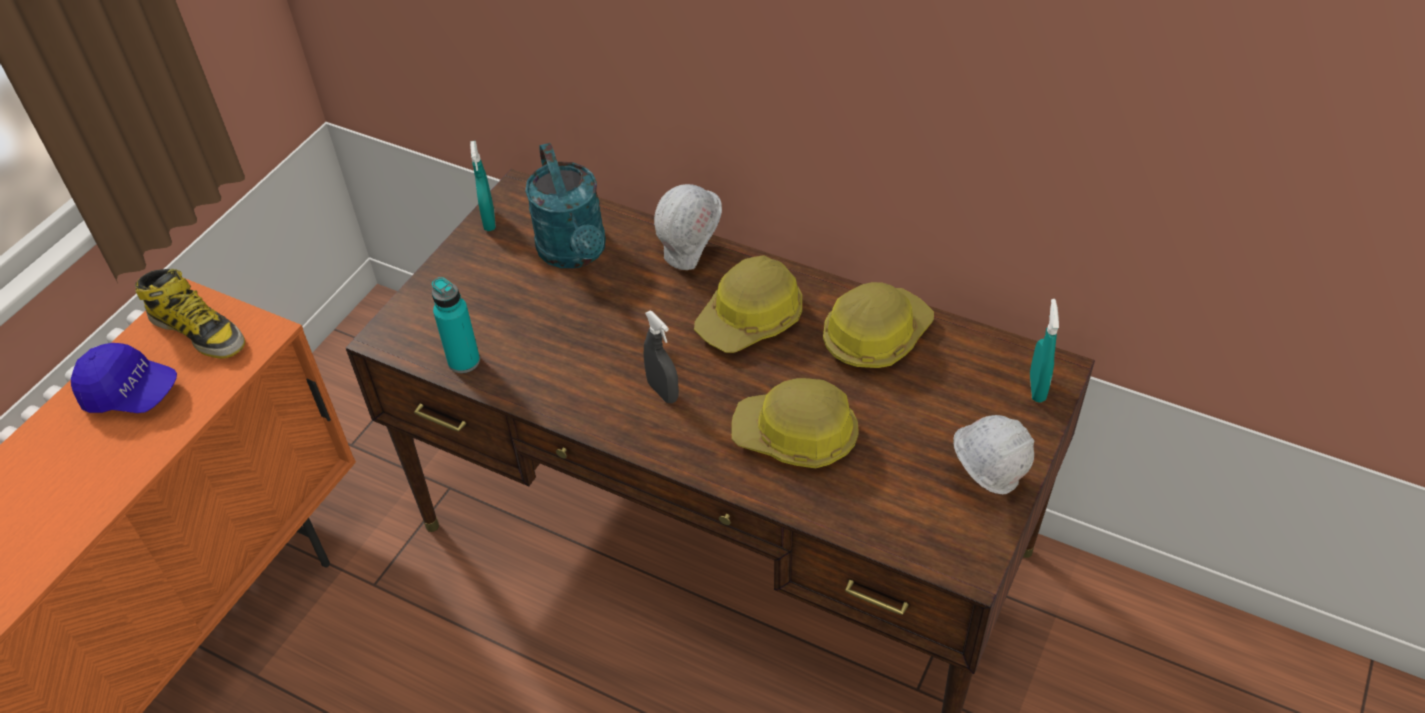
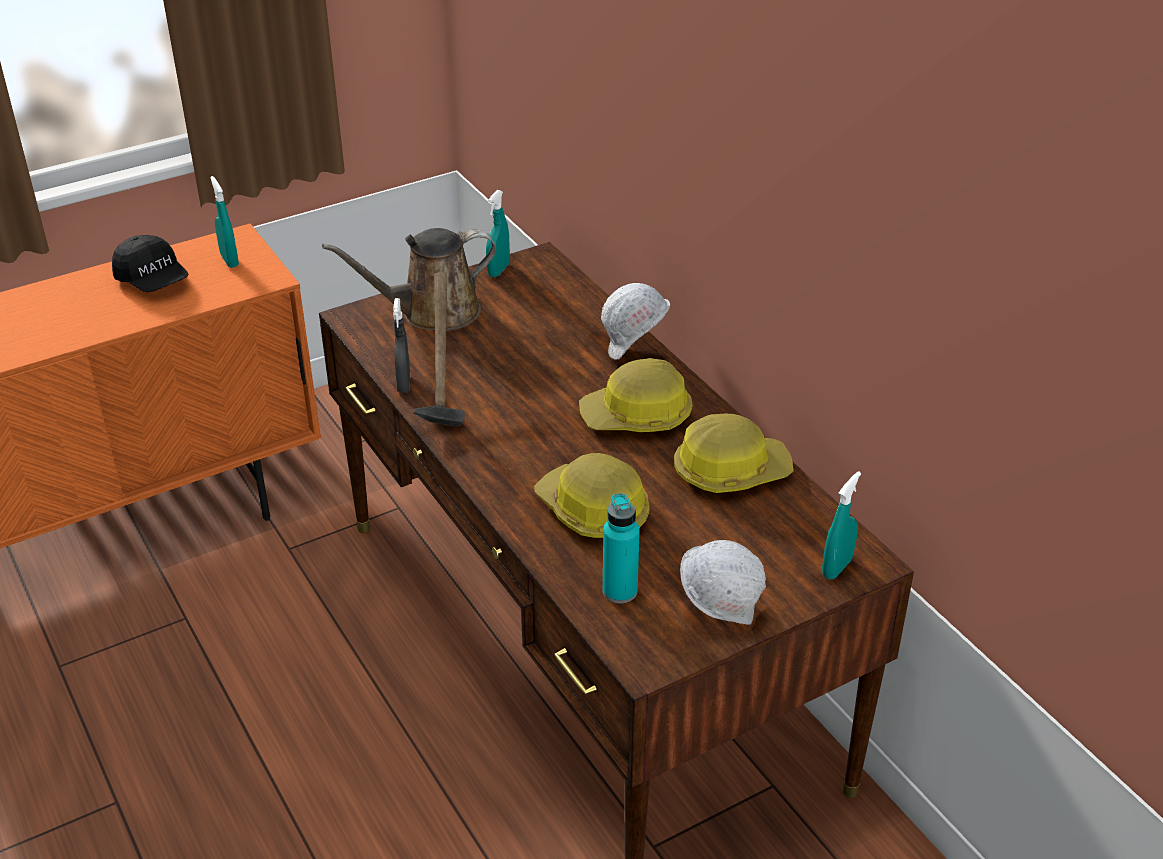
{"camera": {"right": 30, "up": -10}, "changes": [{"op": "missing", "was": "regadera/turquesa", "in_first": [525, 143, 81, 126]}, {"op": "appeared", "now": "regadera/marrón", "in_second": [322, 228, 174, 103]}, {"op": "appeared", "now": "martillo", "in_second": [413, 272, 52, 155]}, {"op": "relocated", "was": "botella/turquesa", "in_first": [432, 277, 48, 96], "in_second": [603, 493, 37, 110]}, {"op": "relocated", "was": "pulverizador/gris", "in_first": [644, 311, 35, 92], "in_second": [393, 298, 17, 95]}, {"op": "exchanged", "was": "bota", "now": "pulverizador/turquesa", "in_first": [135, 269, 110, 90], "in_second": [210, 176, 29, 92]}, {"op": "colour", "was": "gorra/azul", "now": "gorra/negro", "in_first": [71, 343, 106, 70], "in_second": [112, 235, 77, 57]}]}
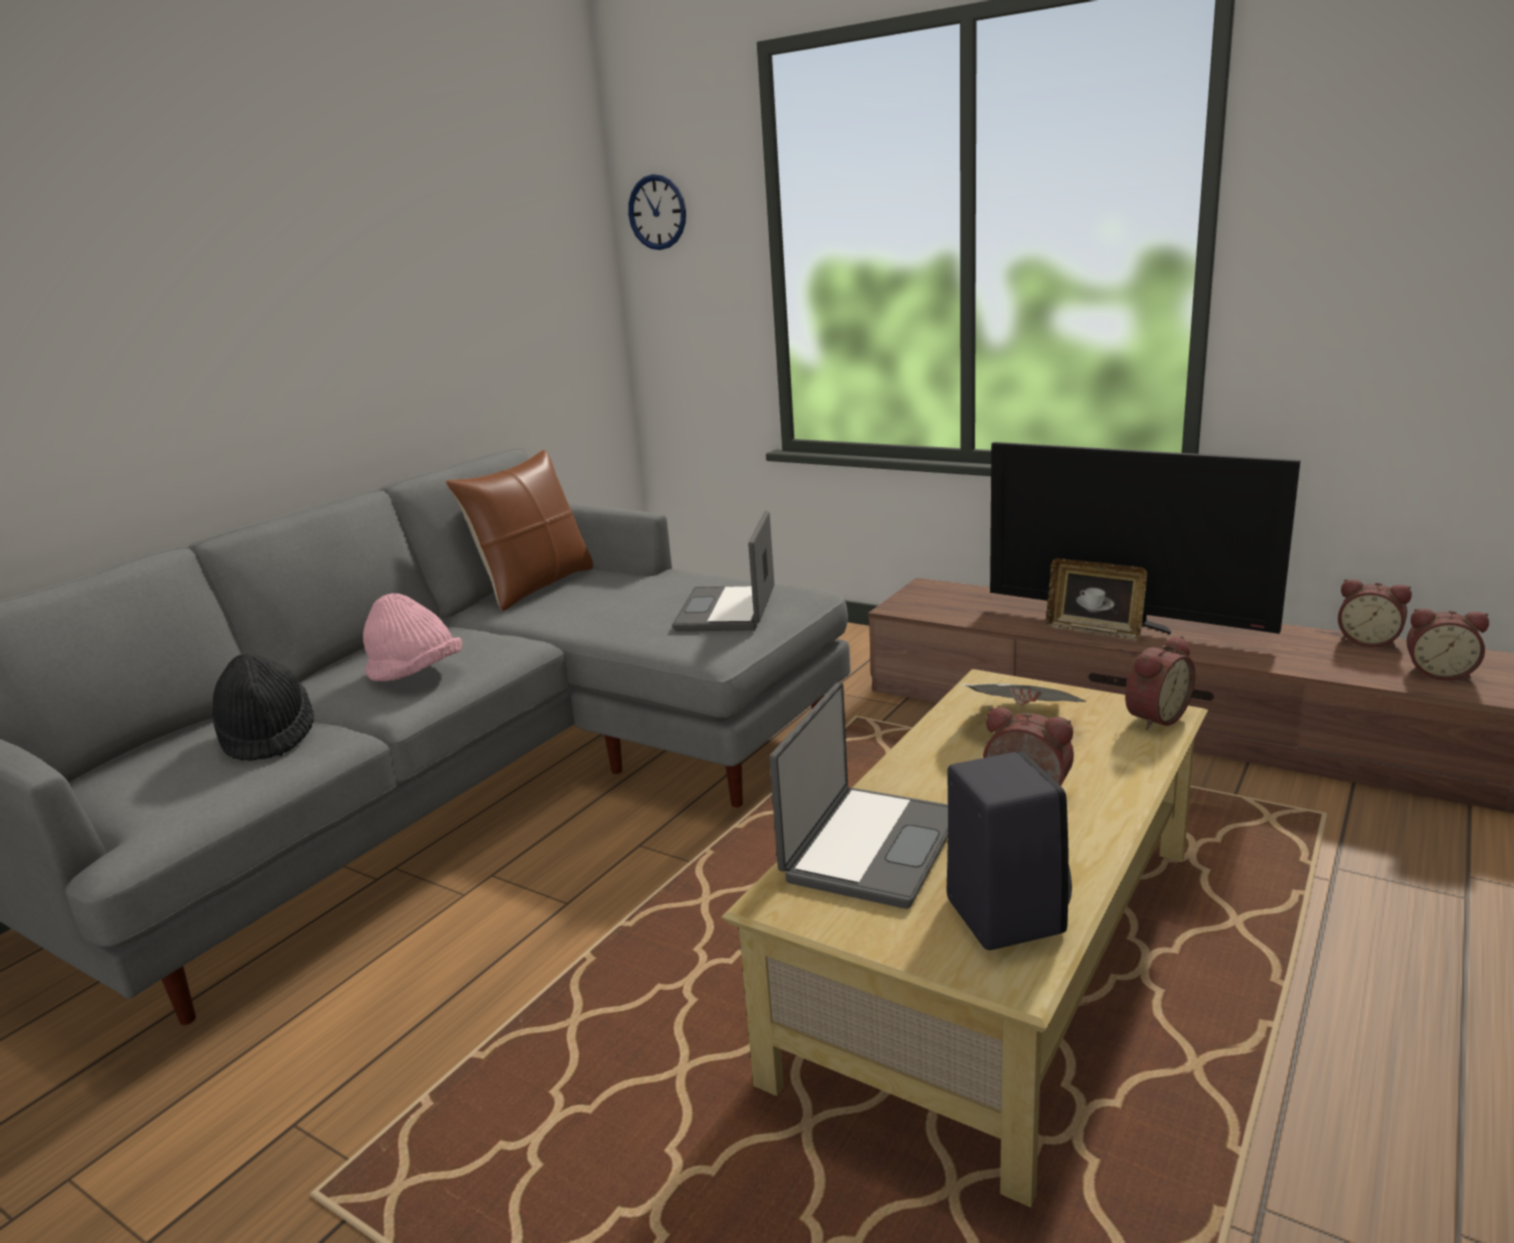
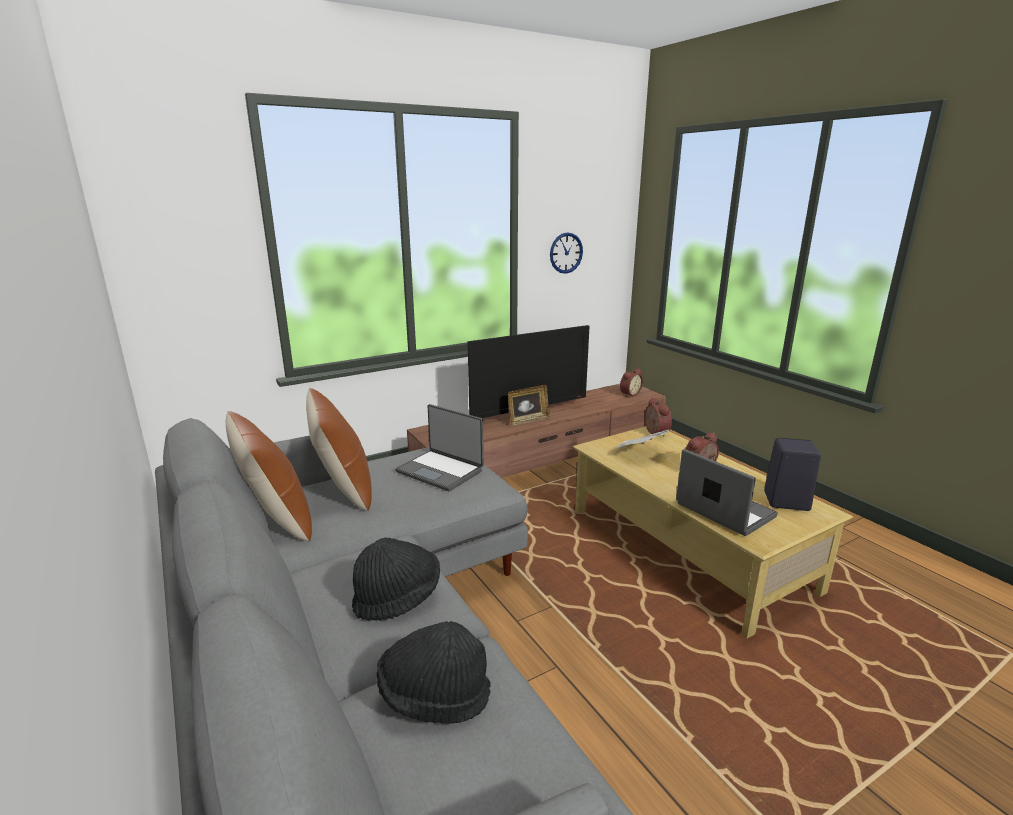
{"camera": {"right": -65, "up": 0}, "changes": [{"op": "missing", "was": "despertador", "in_first": [1338, 579, 74, 69]}, {"op": "appeared", "now": "cojín/marrón", "in_second": [306, 388, 66, 123]}, {"op": "relocated", "was": "reloj de pared", "in_first": [628, 174, 58, 76], "in_second": [550, 232, 33, 42]}, {"op": "colour", "was": "sombrero/rosa", "now": "sombrero/negro", "in_first": [363, 593, 99, 89], "in_second": [352, 538, 88, 82]}]}
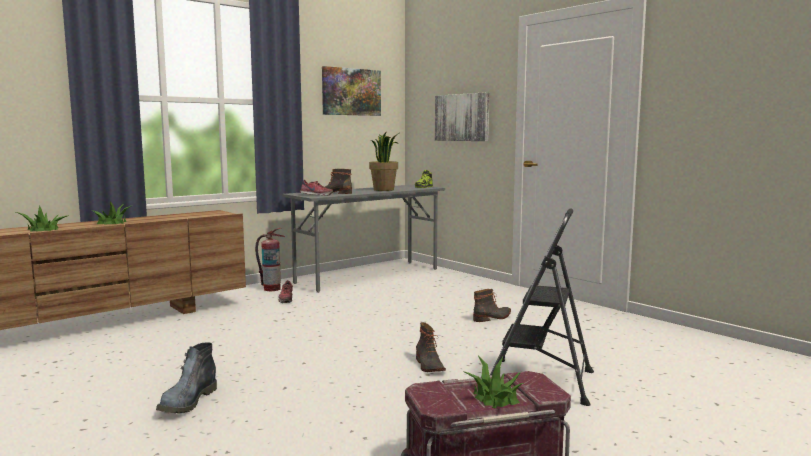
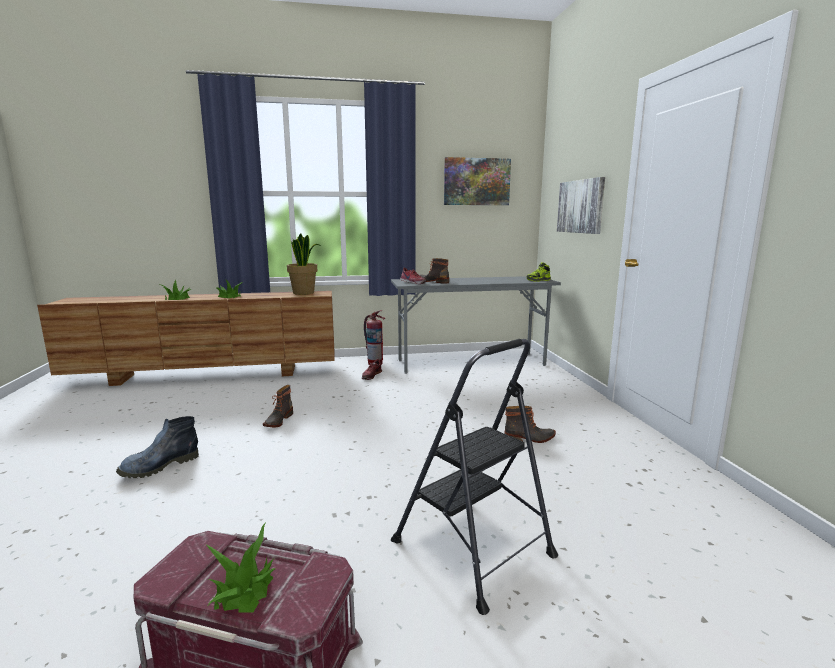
{"camera": {"right": 30, "up": 5}, "changes": [{"op": "relocated", "was": "planta en maceta", "in_first": [369, 131, 30, 60], "in_second": [287, 233, 34, 62]}, {"op": "relocated", "was": "bota", "in_first": [416, 322, 30, 50], "in_second": [263, 385, 30, 42]}]}
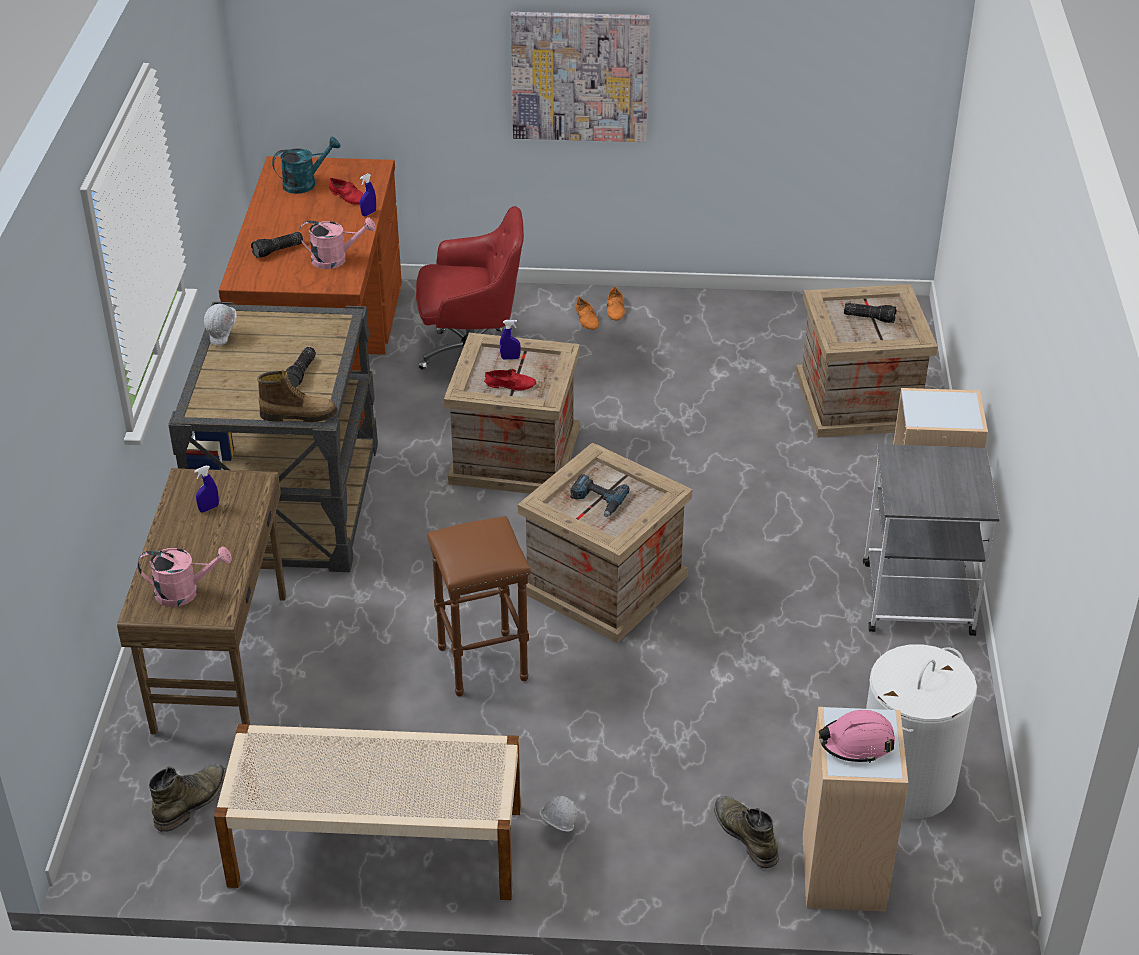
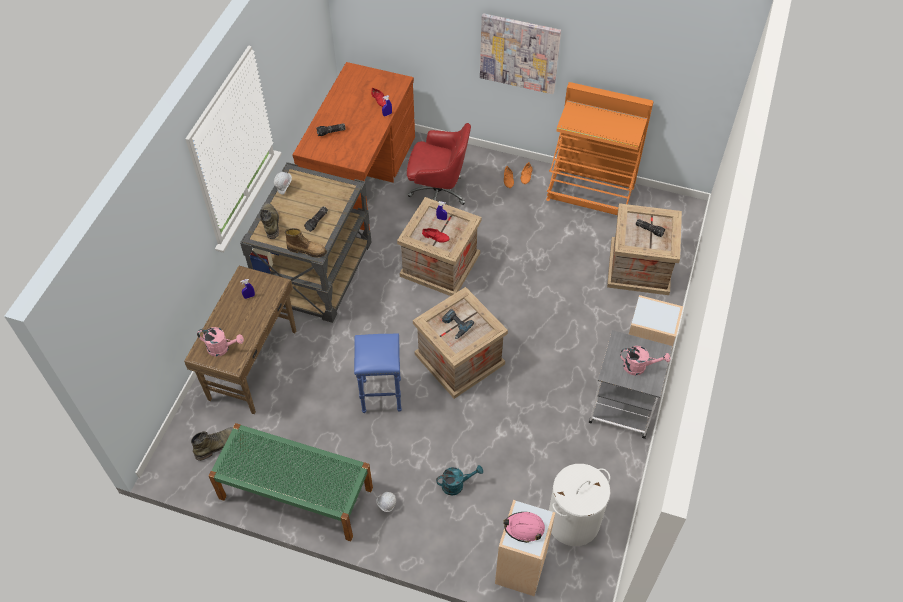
{"camera": {"right": 15, "up": 15}, "changes": [{"op": "appeared", "now": "zapatero/naranja", "in_second": [546, 82, 108, 133]}, {"op": "relocated", "was": "regadera/turquesa", "in_first": [272, 137, 69, 57], "in_second": [436, 465, 47, 31]}, {"op": "relocated", "was": "regadera/rosa", "in_first": [299, 217, 77, 52], "in_second": [620, 346, 50, 30]}, {"op": "relocated", "was": "bota/verde", "in_first": [714, 796, 65, 72], "in_second": [260, 203, 19, 36]}, {"op": "colour", "was": "banco/beis", "now": "banco/verde", "in_first": [214, 724, 307, 177], "in_second": [208, 423, 165, 119]}, {"op": "colour", "was": "taburete/marrón", "now": "taburete/azul", "in_first": [427, 516, 103, 180], "in_second": [354, 333, 48, 80]}]}
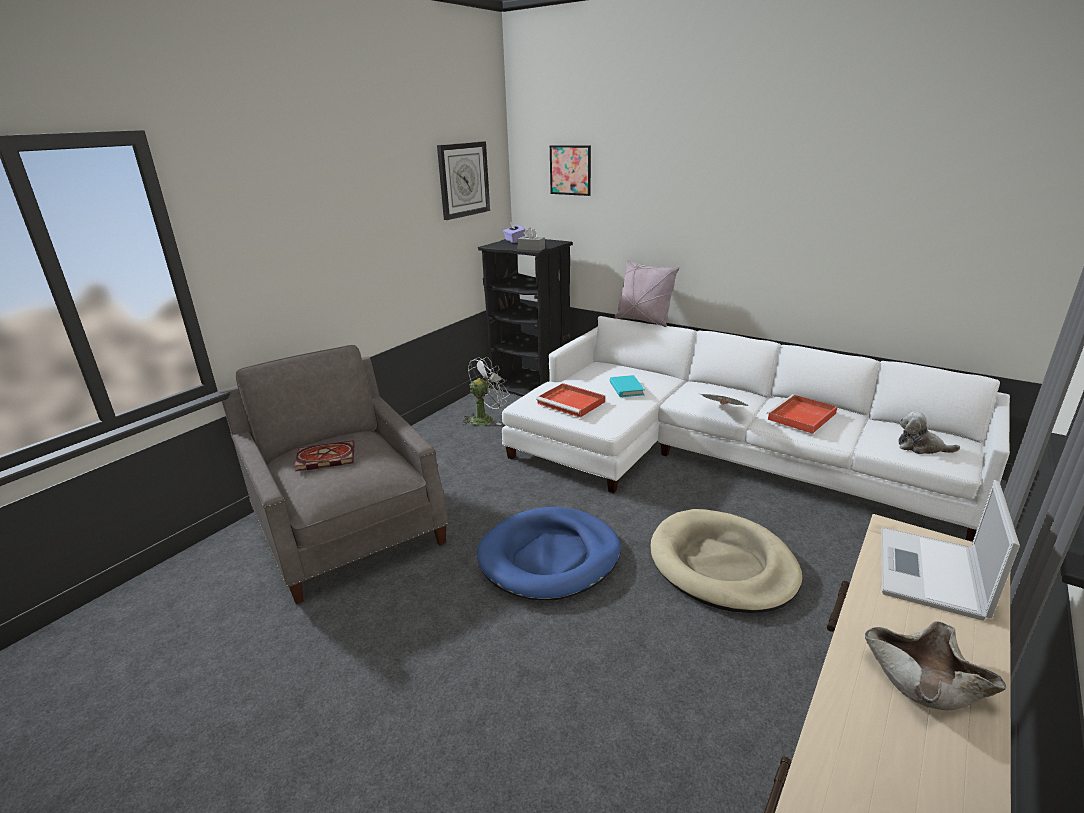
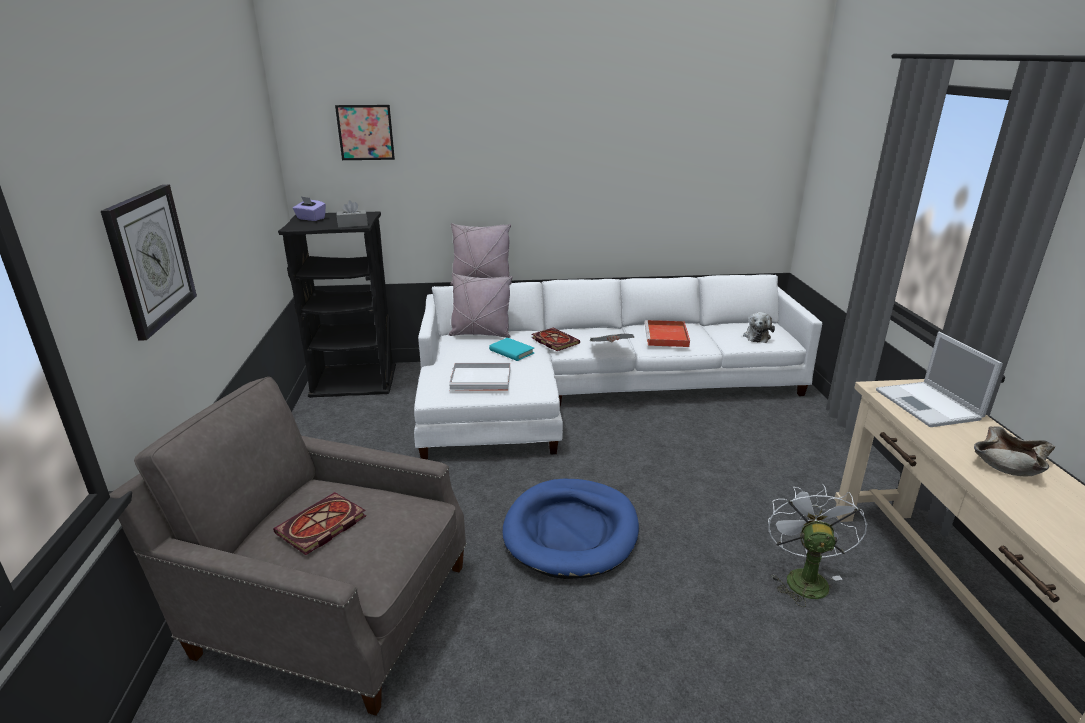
{"camera": {"right": -40, "up": 0}, "changes": [{"op": "missing", "was": "cama para perro/beis", "in_first": [651, 509, 151, 104]}, {"op": "appeared", "now": "cojín/morado", "in_second": [449, 273, 63, 65]}, {"op": "appeared", "now": "libro", "in_second": [532, 327, 48, 24]}, {"op": "relocated", "was": "reloj de pared", "in_first": [437, 141, 53, 79], "in_second": [101, 185, 96, 156]}, {"op": "relocated", "was": "ventilador/blanco", "in_first": [461, 357, 49, 69], "in_second": [768, 484, 99, 123]}, {"op": "colour", "was": "bandeja/rojo", "now": "bandeja/blanco", "in_first": [536, 383, 69, 35], "in_second": [449, 363, 61, 27]}, {"op": "spun", "was": "peluche", "in_first": [898, 411, 62, 43], "in_second": [743, 312, 32, 31], "clockwise": -60}]}
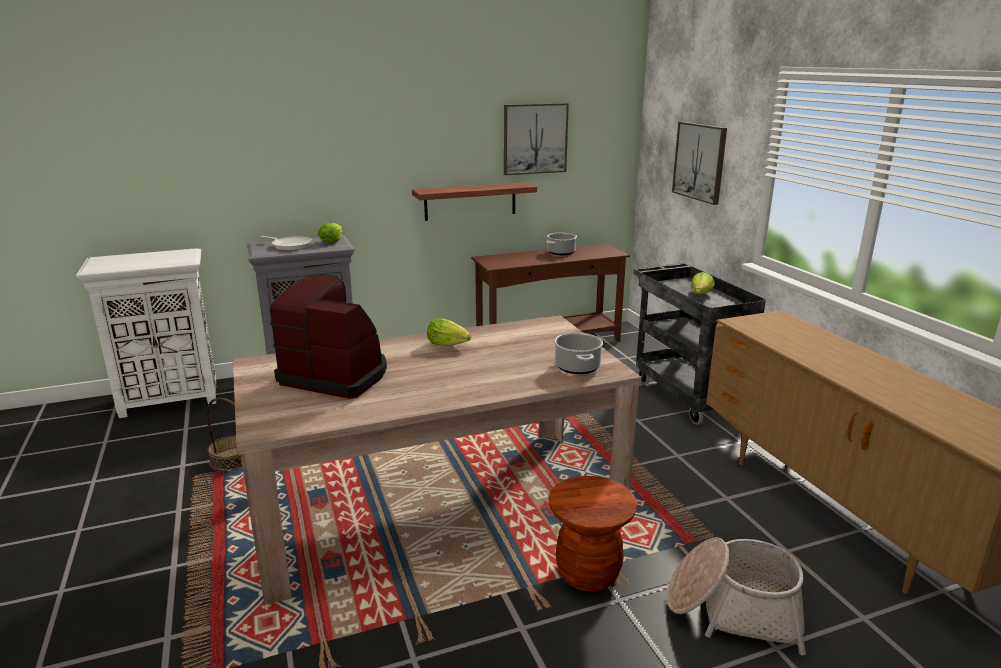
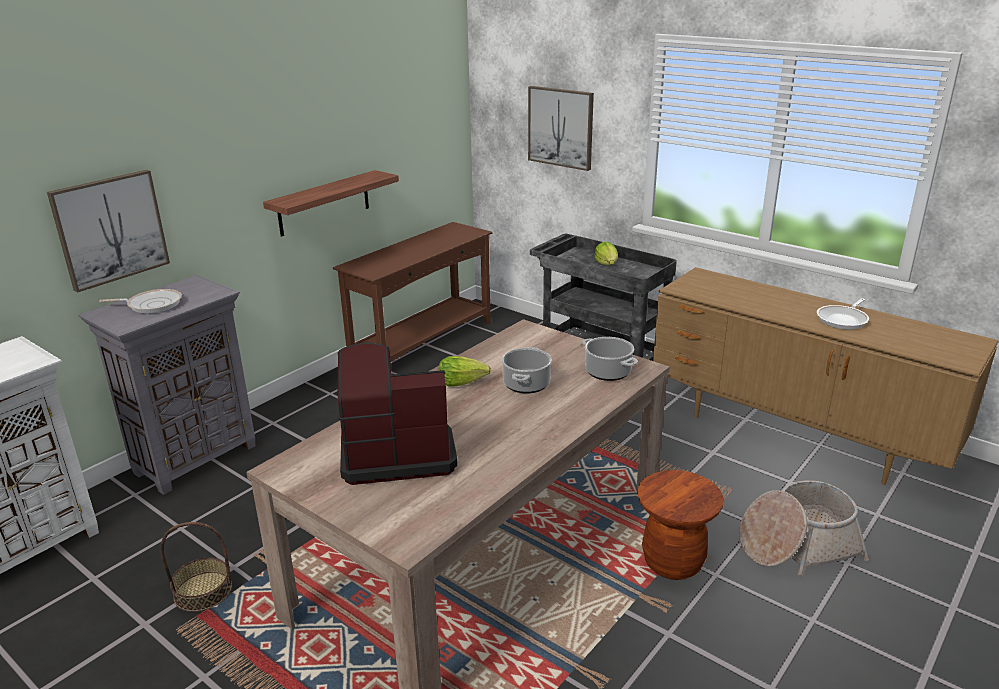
{"camera": {"right": -30, "up": 5}, "changes": [{"op": "missing", "was": "lechuga", "in_first": [318, 223, 24, 21]}, {"op": "appeared", "now": "sartén", "in_second": [817, 298, 52, 31]}, {"op": "relocated", "was": "cuadro", "in_first": [504, 103, 65, 72], "in_second": [47, 170, 123, 123]}, {"op": "relocated", "was": "olla", "in_first": [546, 233, 31, 22], "in_second": [501, 347, 51, 47]}]}
